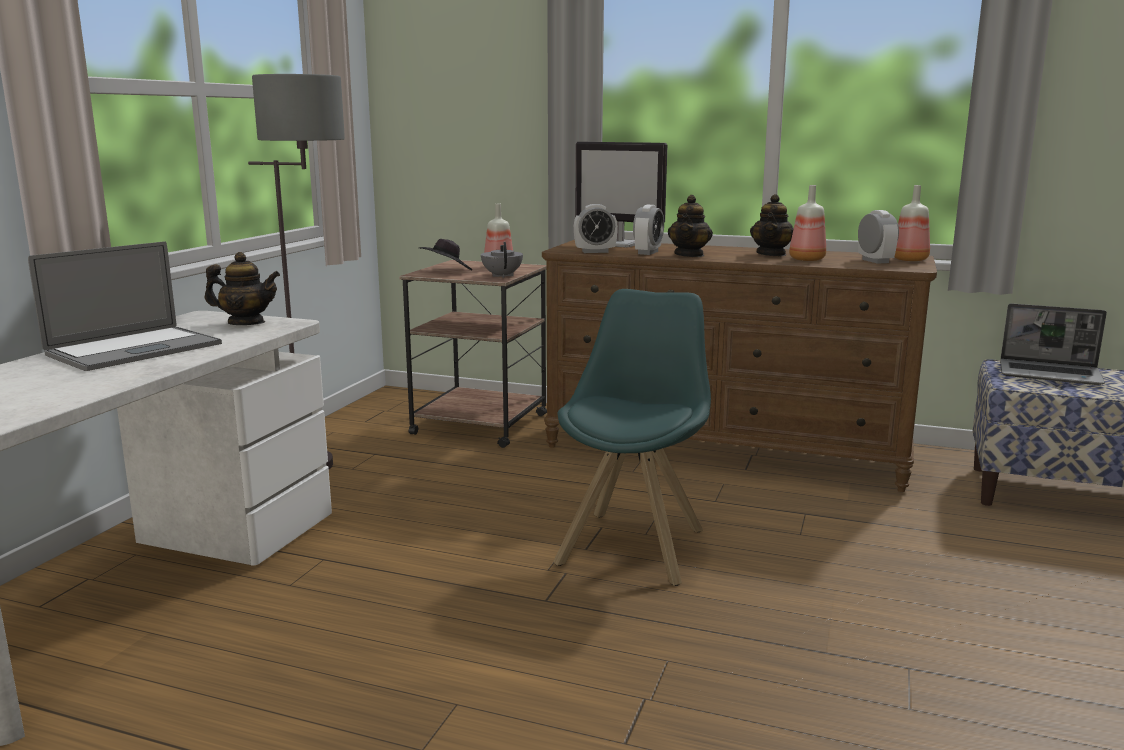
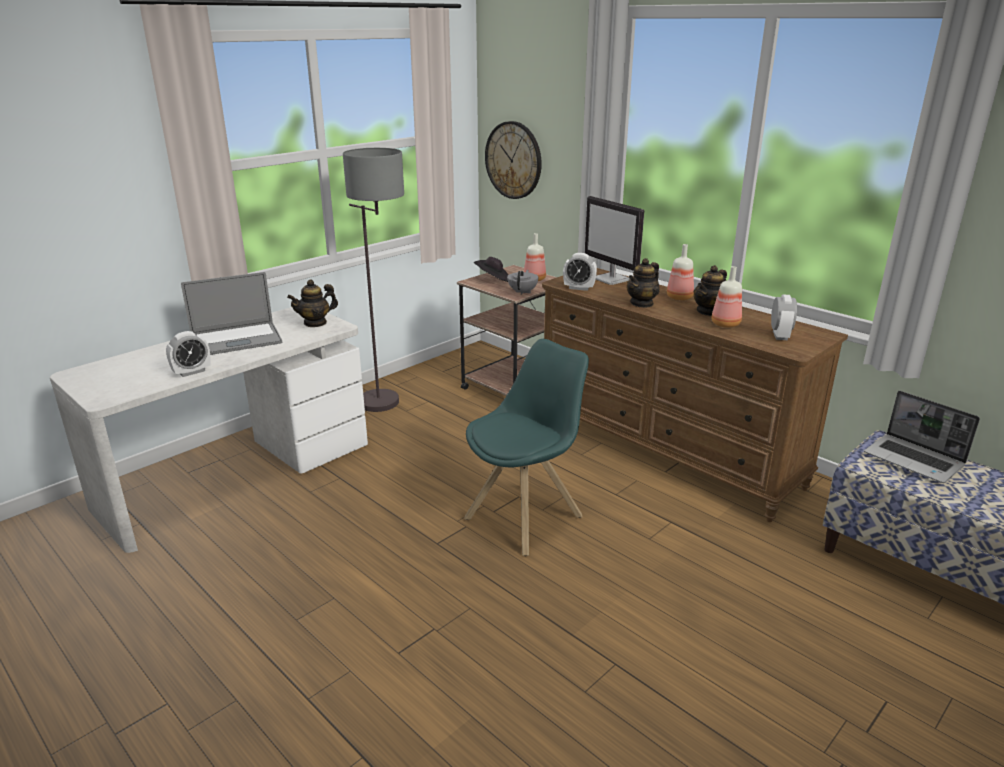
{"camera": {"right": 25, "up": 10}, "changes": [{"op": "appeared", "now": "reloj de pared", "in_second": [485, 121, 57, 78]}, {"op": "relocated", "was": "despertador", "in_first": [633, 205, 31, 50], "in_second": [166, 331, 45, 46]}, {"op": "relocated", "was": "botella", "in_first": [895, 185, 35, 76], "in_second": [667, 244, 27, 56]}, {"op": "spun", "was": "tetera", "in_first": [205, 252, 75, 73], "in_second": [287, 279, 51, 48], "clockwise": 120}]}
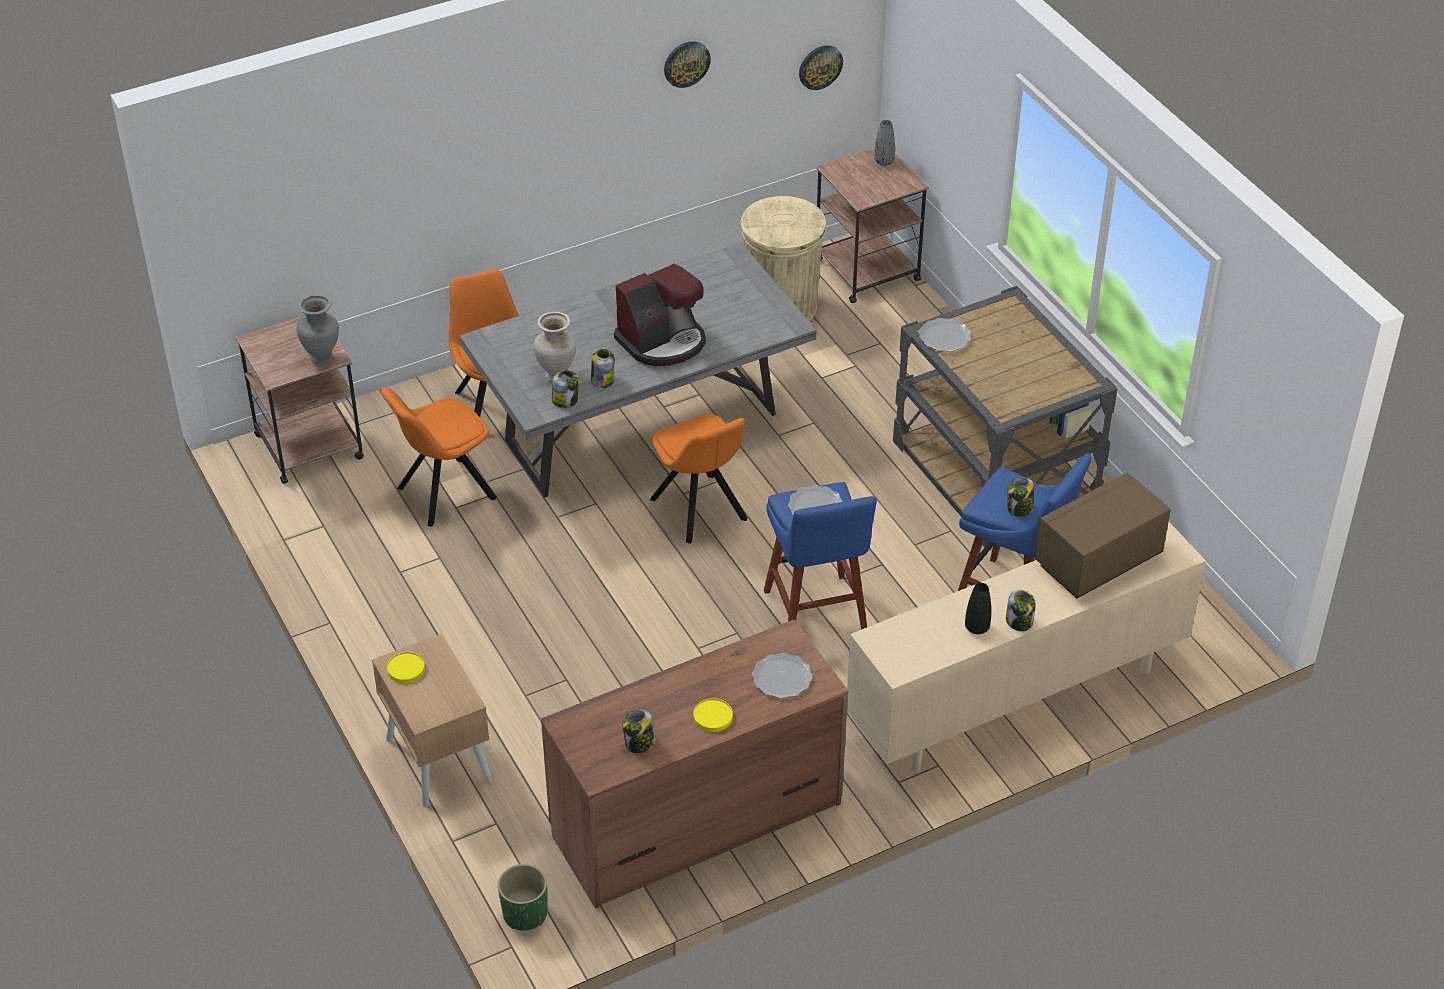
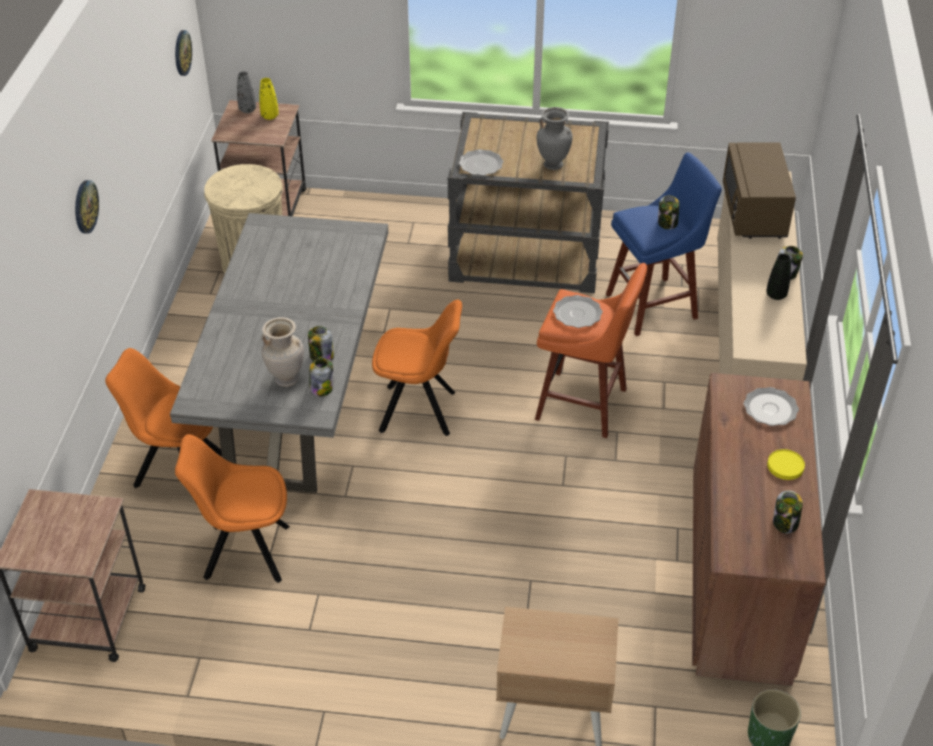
{"camera": {"right": -55, "up": 0}, "changes": [{"op": "missing", "was": "plato/amarillo", "in_first": [387, 652, 38, 31]}, {"op": "missing", "was": "cafetera", "in_first": [614, 264, 92, 102]}, {"op": "appeared", "now": "florero/amarillo", "in_second": [259, 78, 20, 42]}, {"op": "relocated", "was": "florero/gris", "in_first": [296, 294, 43, 71], "in_second": [537, 107, 36, 63]}, {"op": "relocated", "was": "reloj de pared", "in_first": [664, 41, 47, 47], "in_second": [75, 180, 24, 54]}, {"op": "colour", "was": "taburete/azul", "now": "taburete/naranja", "in_first": [764, 482, 113, 148], "in_second": [535, 263, 112, 175]}, {"op": "spun", "was": "silla/naranja", "in_first": [381, 387, 115, 140], "in_second": [175, 434, 115, 149], "clockwise": 90}]}
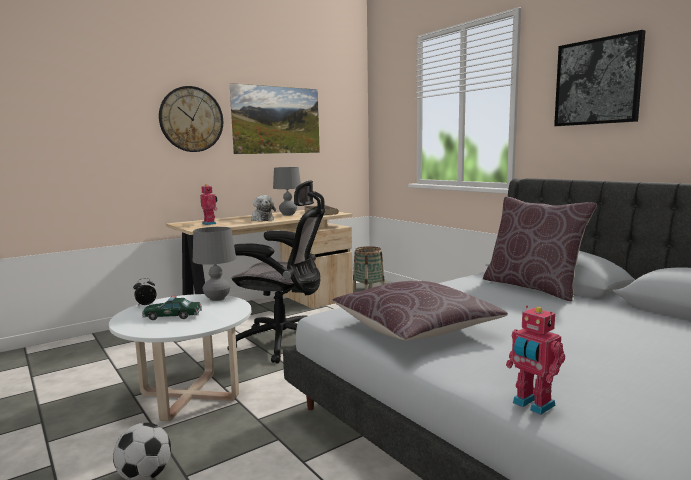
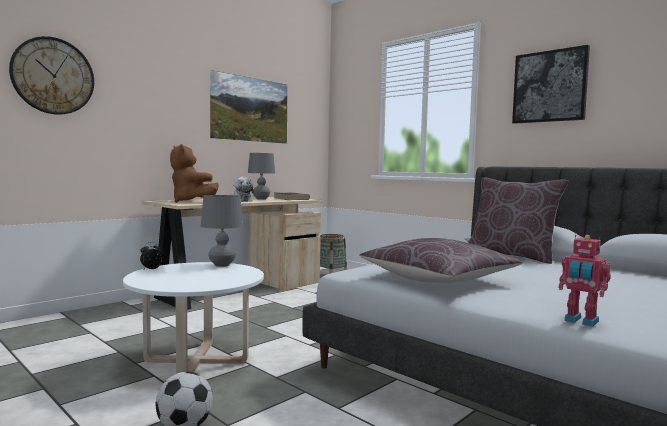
{"camera": {"right": -10, "up": -5}, "changes": [{"op": "missing", "was": "coche de juguete", "in_first": [142, 295, 60, 25]}, {"op": "missing", "was": "silla de oficina", "in_first": [227, 180, 98, 183]}, {"op": "relocated", "was": "reloj de pared", "in_first": [159, 86, 64, 66], "in_second": [9, 36, 85, 79]}, {"op": "exchanged", "was": "robot de juguete", "now": "peluche/marrón", "in_first": [200, 184, 17, 41], "in_second": [170, 144, 49, 59]}]}
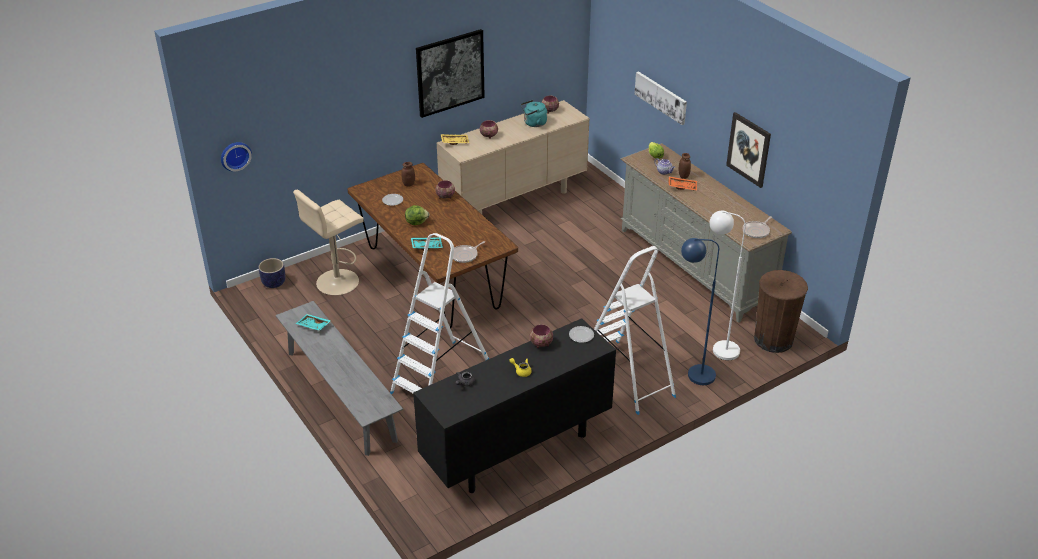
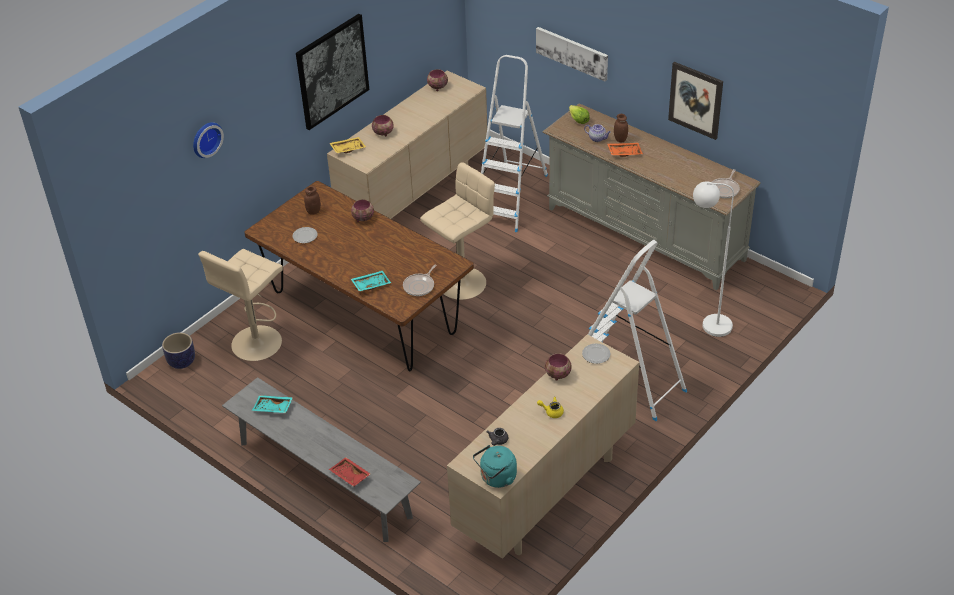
{"camera": {"right": -15, "up": 5}, "changes": [{"op": "missing", "was": "lechuga", "in_first": [405, 205, 24, 20]}, {"op": "missing", "was": "lámpara de pie/azul", "in_first": [681, 238, 38, 147]}, {"op": "missing", "was": "papelera/marrón", "in_first": [754, 270, 54, 83]}, {"op": "appeared", "now": "bandeja/rojo", "in_second": [329, 457, 42, 30]}, {"op": "appeared", "now": "taburete/beis", "in_second": [420, 162, 75, 138]}, {"op": "relocated", "was": "reloj de pared", "in_first": [221, 142, 31, 30], "in_second": [193, 122, 31, 36]}, {"op": "relocated", "was": "escalera de tijera/blanco", "in_first": [390, 233, 99, 162], "in_second": [481, 55, 67, 177]}, {"op": "relocated", "was": "hervidor/turquesa", "in_first": [521, 100, 26, 27], "in_second": [473, 445, 44, 43]}, {"op": "colour", "was": "cómoda/negro", "now": "cómoda/beis", "in_first": [413, 318, 203, 175], "in_second": [447, 335, 192, 224]}]}
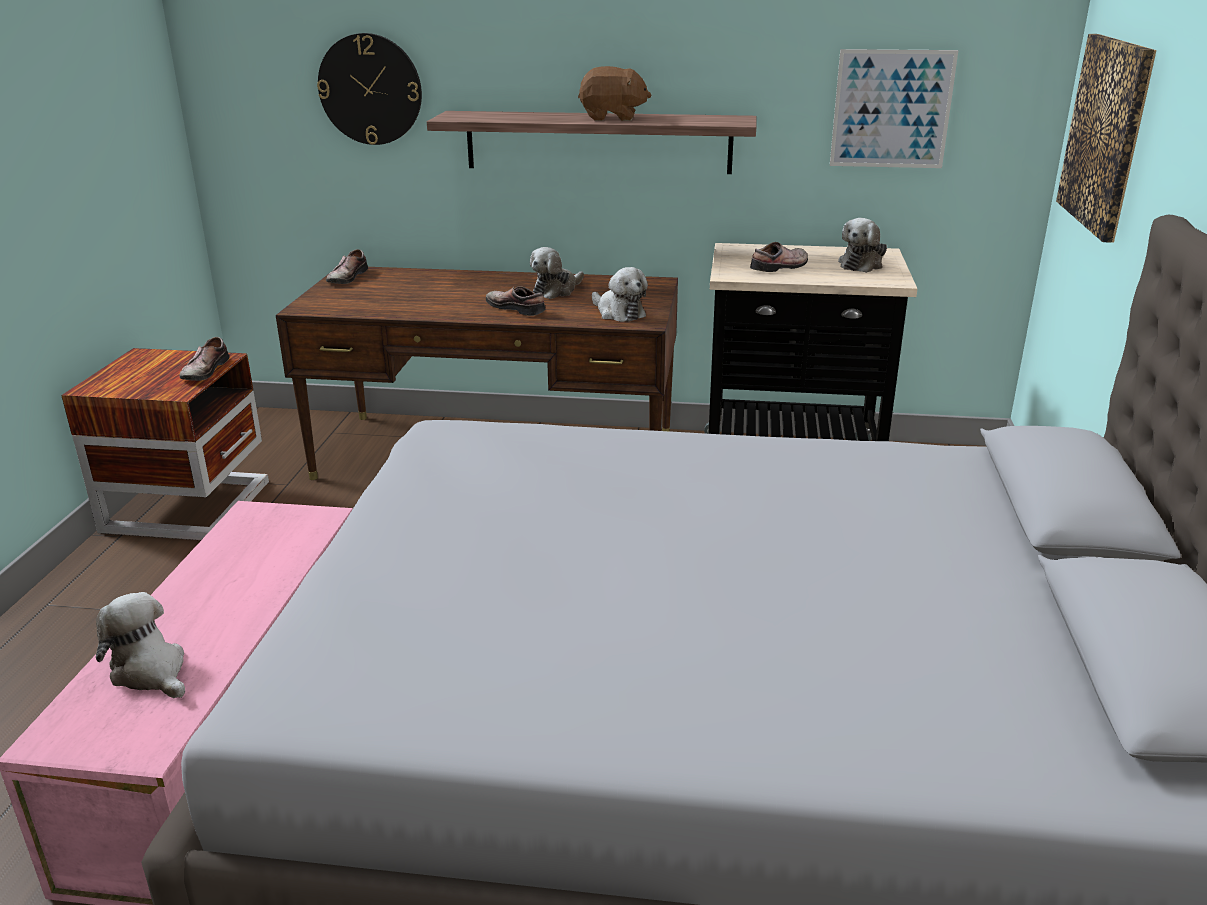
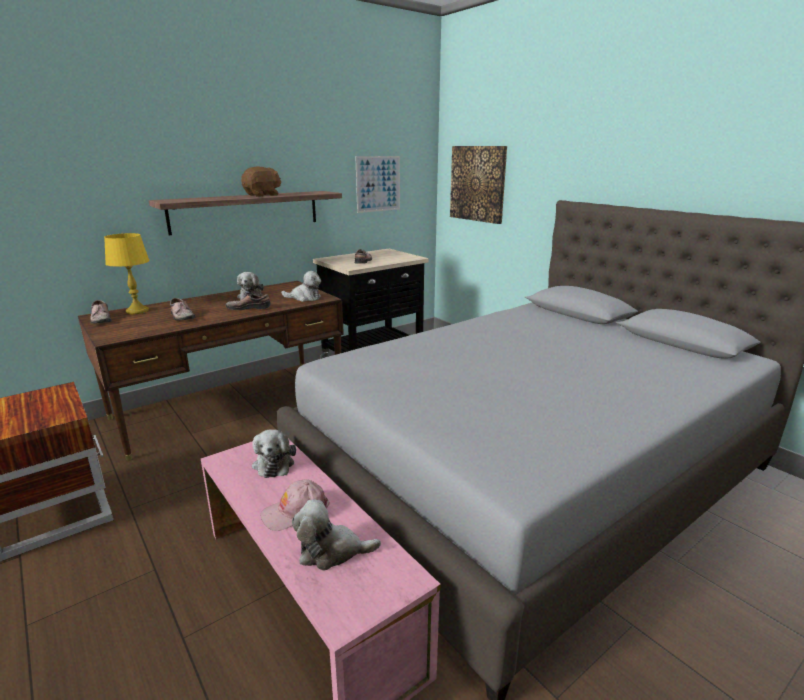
{"camera": {"right": -45, "up": -5}, "changes": [{"op": "missing", "was": "reloj de pared", "in_first": [317, 33, 105, 112]}, {"op": "appeared", "now": "lámpara de mesa/amarillo", "in_second": [104, 233, 46, 81]}, {"op": "appeared", "now": "gorra/rosa", "in_second": [260, 479, 70, 52]}, {"op": "relocated", "was": "zapato", "in_first": [179, 337, 51, 44], "in_second": [170, 298, 26, 23]}, {"op": "relocated", "was": "peluche", "in_first": [838, 218, 49, 55], "in_second": [252, 429, 44, 49]}]}
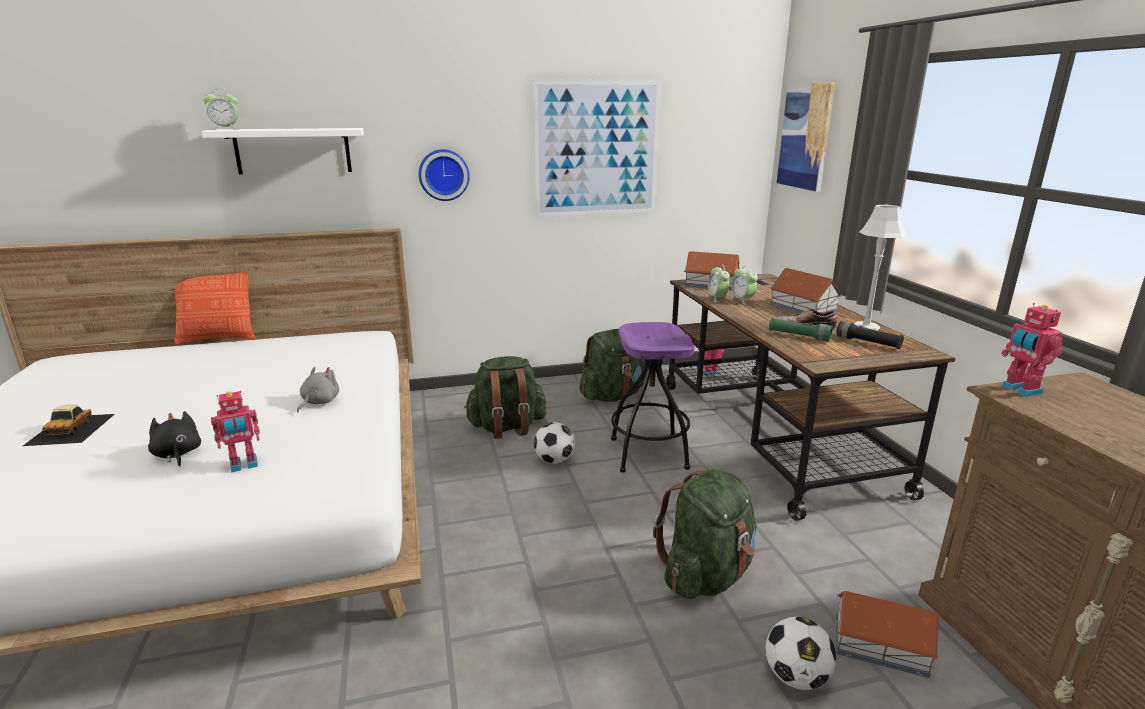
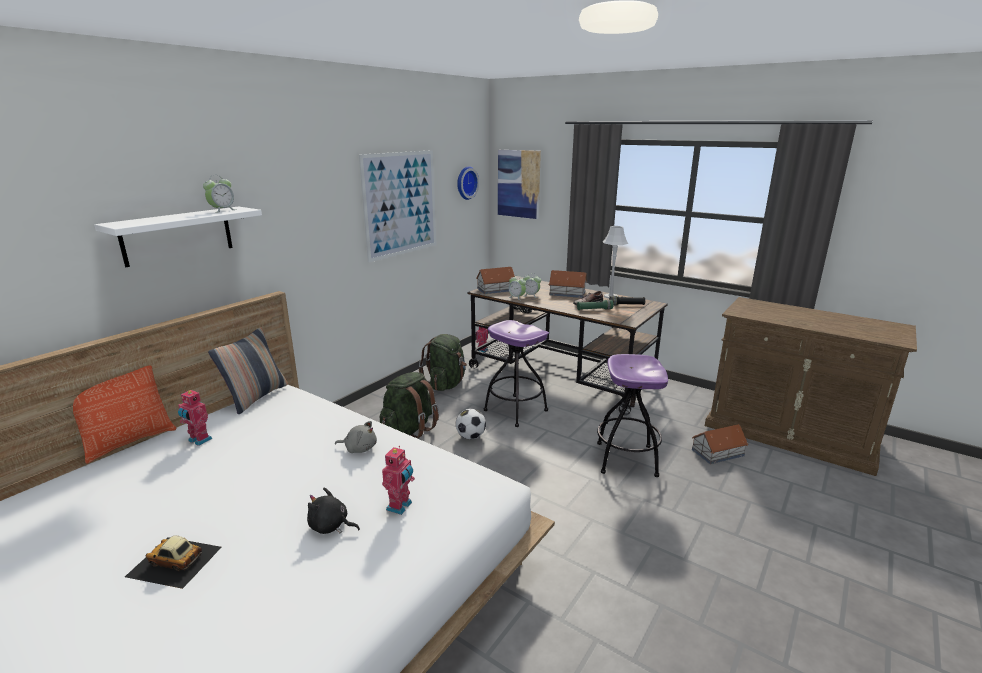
{"camera": {"right": -40, "up": 0}, "changes": [{"op": "missing", "was": "balón de fútbol", "in_first": [765, 616, 71, 74]}, {"op": "appeared", "now": "cojín", "in_second": [208, 327, 80, 87]}, {"op": "relocated", "was": "despertador", "in_first": [203, 89, 36, 41], "in_second": [203, 175, 33, 38]}, {"op": "relocated", "was": "reloj de pared", "in_first": [419, 149, 51, 52], "in_second": [457, 166, 22, 34]}, {"op": "relocated", "was": "robot de juguete", "in_first": [1001, 303, 62, 94], "in_second": [178, 390, 34, 56]}, {"op": "exchanged", "was": "mochila/verde", "now": "taburete/morado", "in_first": [653, 469, 103, 130], "in_second": [597, 354, 71, 123]}, {"op": "spun", "was": "coche de juguete", "in_first": [23, 405, 92, 41], "in_second": [125, 535, 96, 54], "clockwise": 150}, {"op": "spun", "was": "peluche/gris", "in_first": [297, 367, 42, 45], "in_second": [335, 421, 42, 32], "clockwise": 120}]}
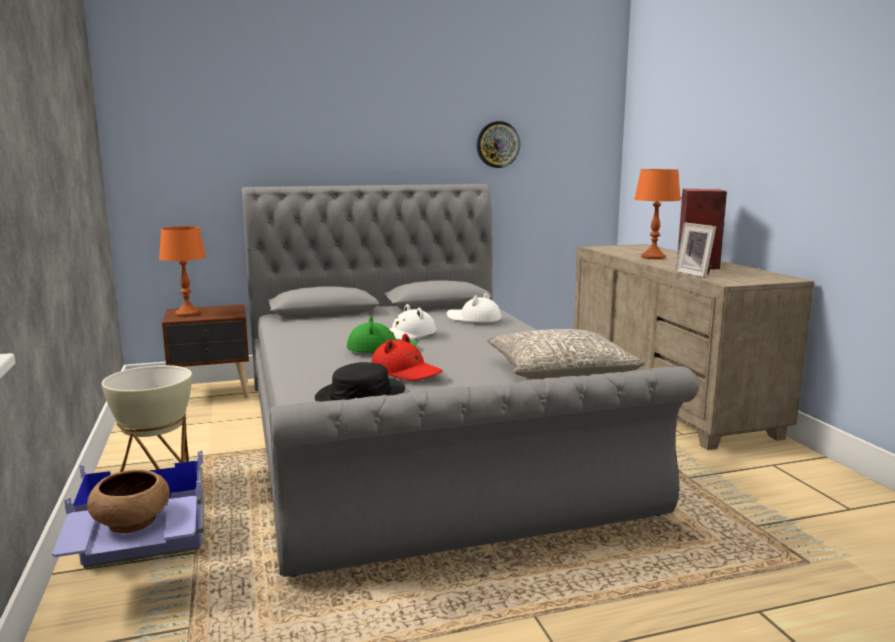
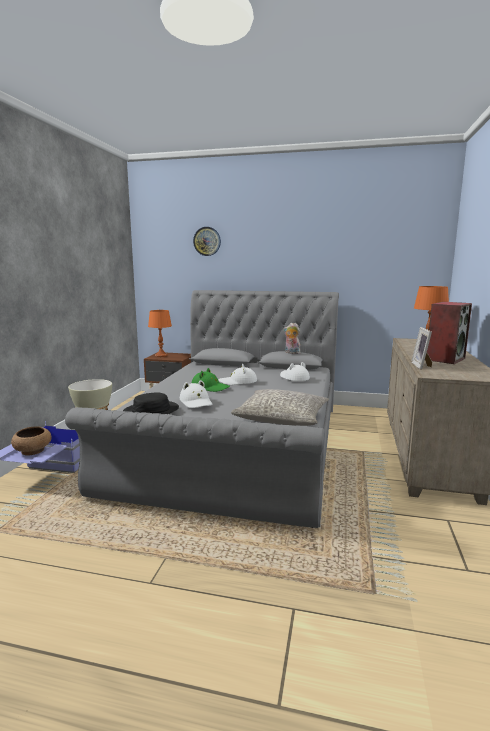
{"camera": {"right": 30, "up": 0}, "changes": [{"op": "appeared", "now": "peluche", "in_second": [283, 323, 18, 31]}, {"op": "relocated", "was": "reloj de pared", "in_first": [476, 121, 44, 47], "in_second": [193, 227, 28, 29]}, {"op": "colour", "was": "sombrero/rojo", "now": "sombrero/blanco", "in_first": [371, 334, 72, 47], "in_second": [180, 380, 32, 28]}]}
